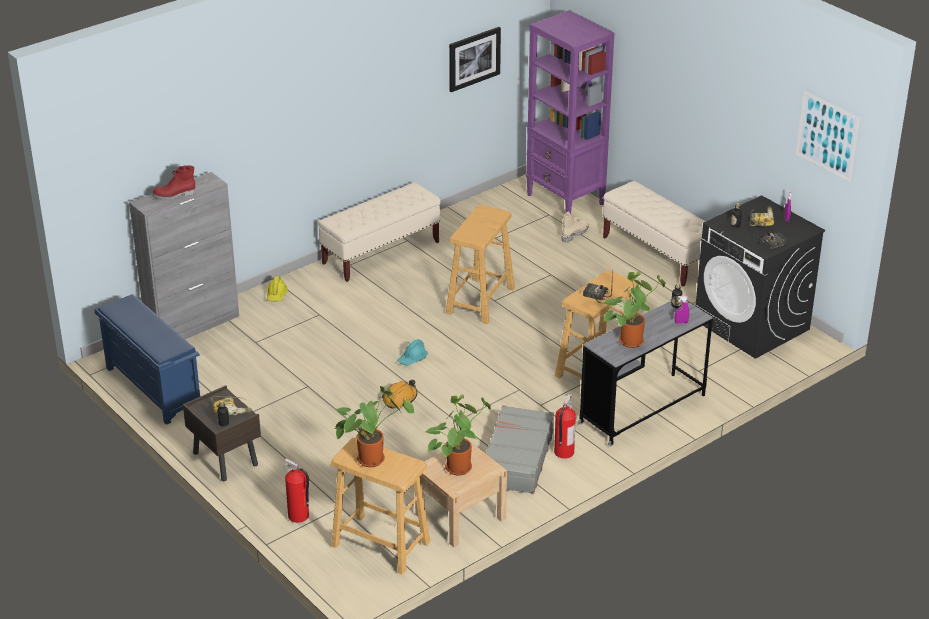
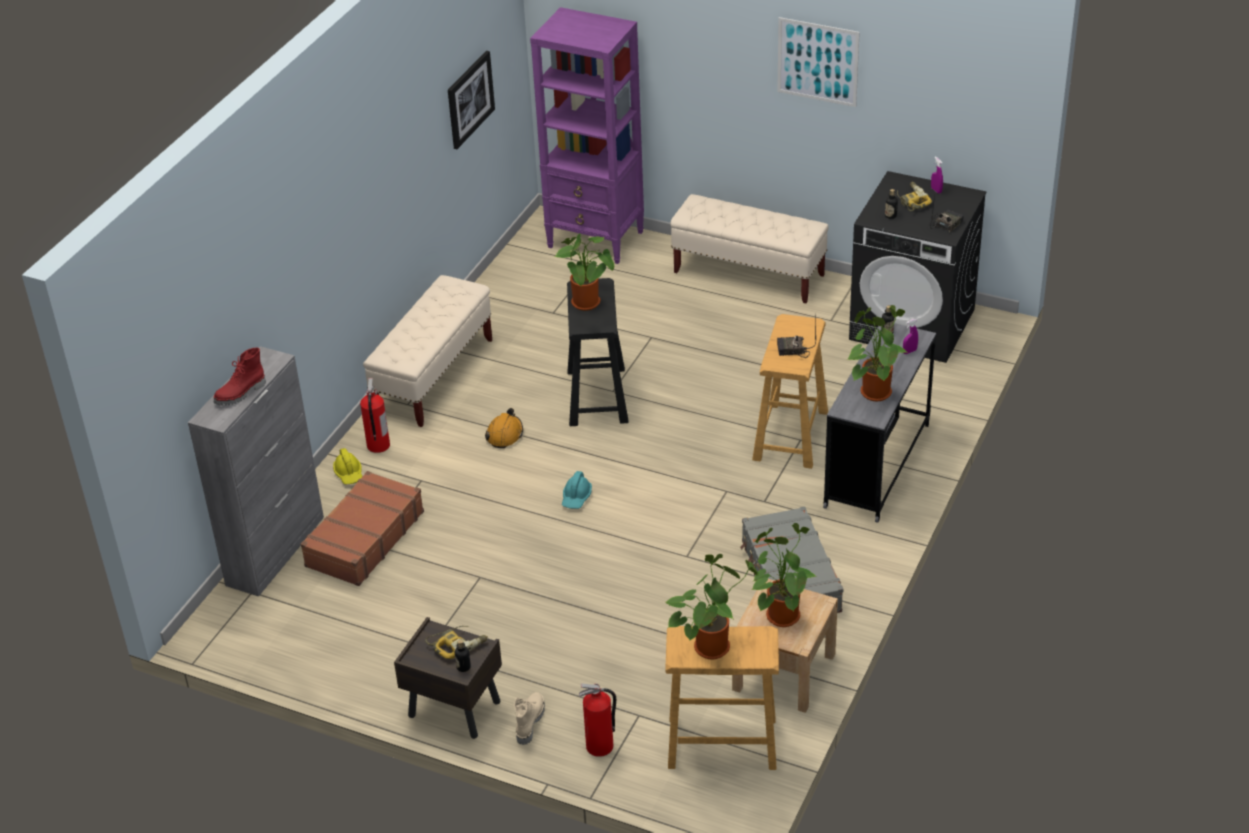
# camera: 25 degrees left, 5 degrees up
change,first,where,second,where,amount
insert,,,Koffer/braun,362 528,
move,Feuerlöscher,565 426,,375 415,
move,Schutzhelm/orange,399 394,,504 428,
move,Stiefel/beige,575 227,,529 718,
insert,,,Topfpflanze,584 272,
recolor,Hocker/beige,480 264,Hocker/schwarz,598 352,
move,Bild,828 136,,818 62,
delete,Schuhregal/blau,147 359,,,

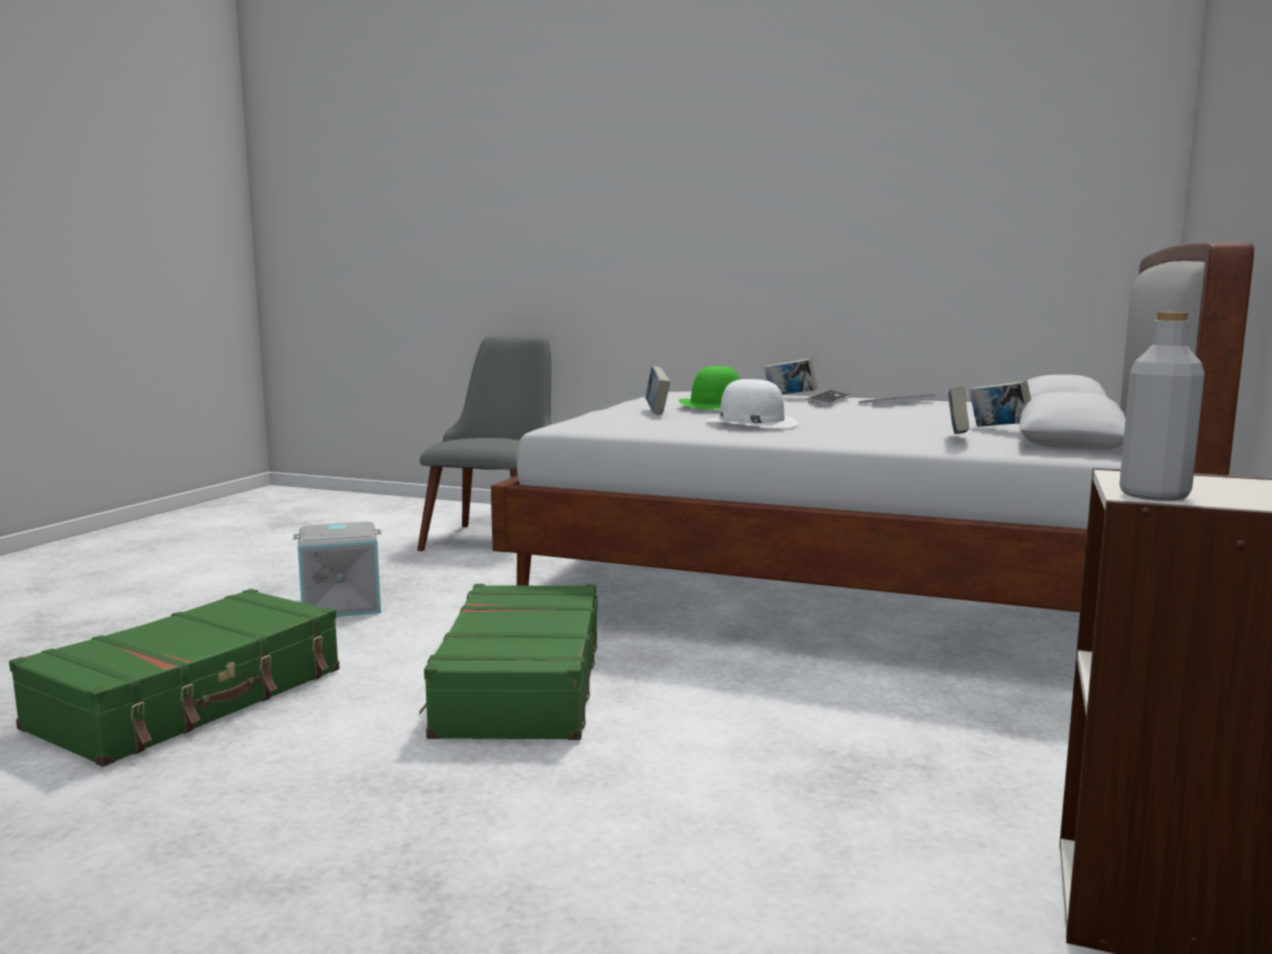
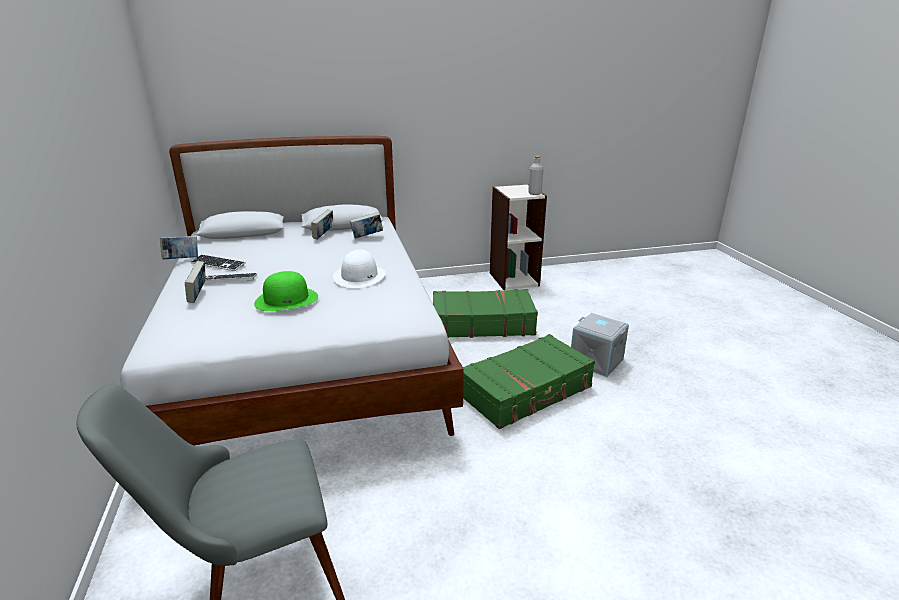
# camera: 125 degrees left, 15 degrees up
change,first,where,second,where,amount
move,Buch,657 390,,179 248,
move,Koffer/grün,174 678,,485 313,
move,Aufbewahrungsbox/grau,337 569,,600 345,

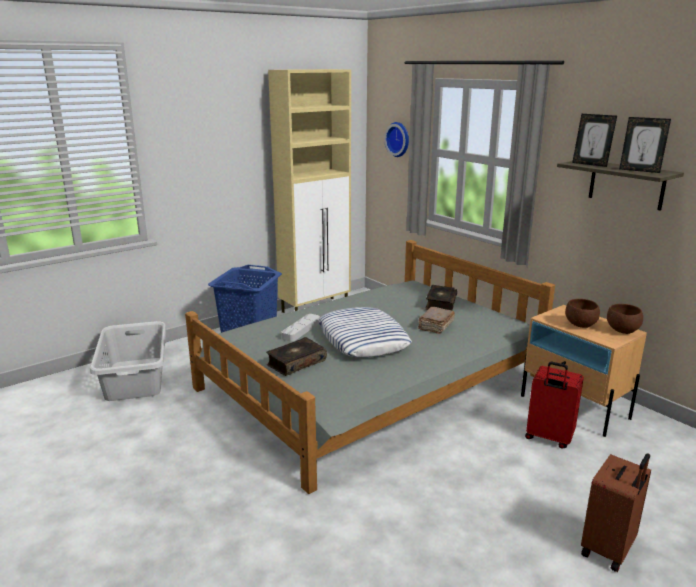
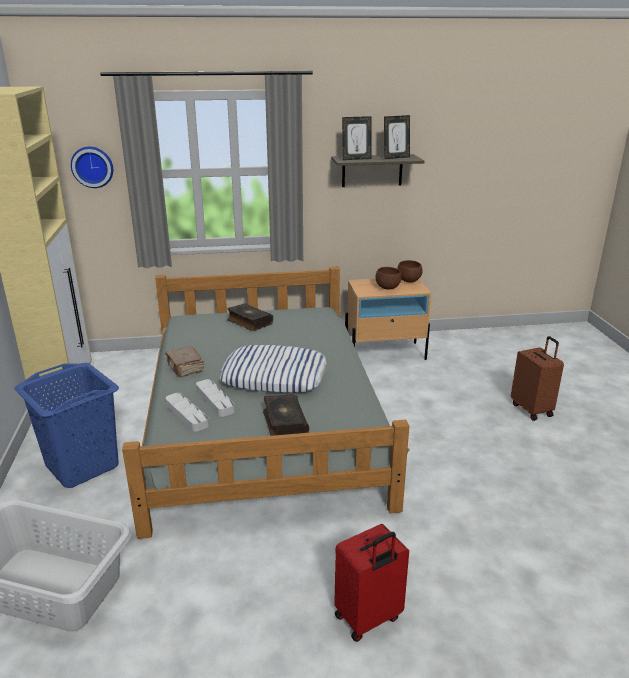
# camera: 60 degrees left, 5 degrees up
change,first,where,second,where,amount
move,Buch/braun,436 320,,185 361,
insert,,,Tablett/grau,187 412,
move,Koffer/rot,554 405,,371 583,

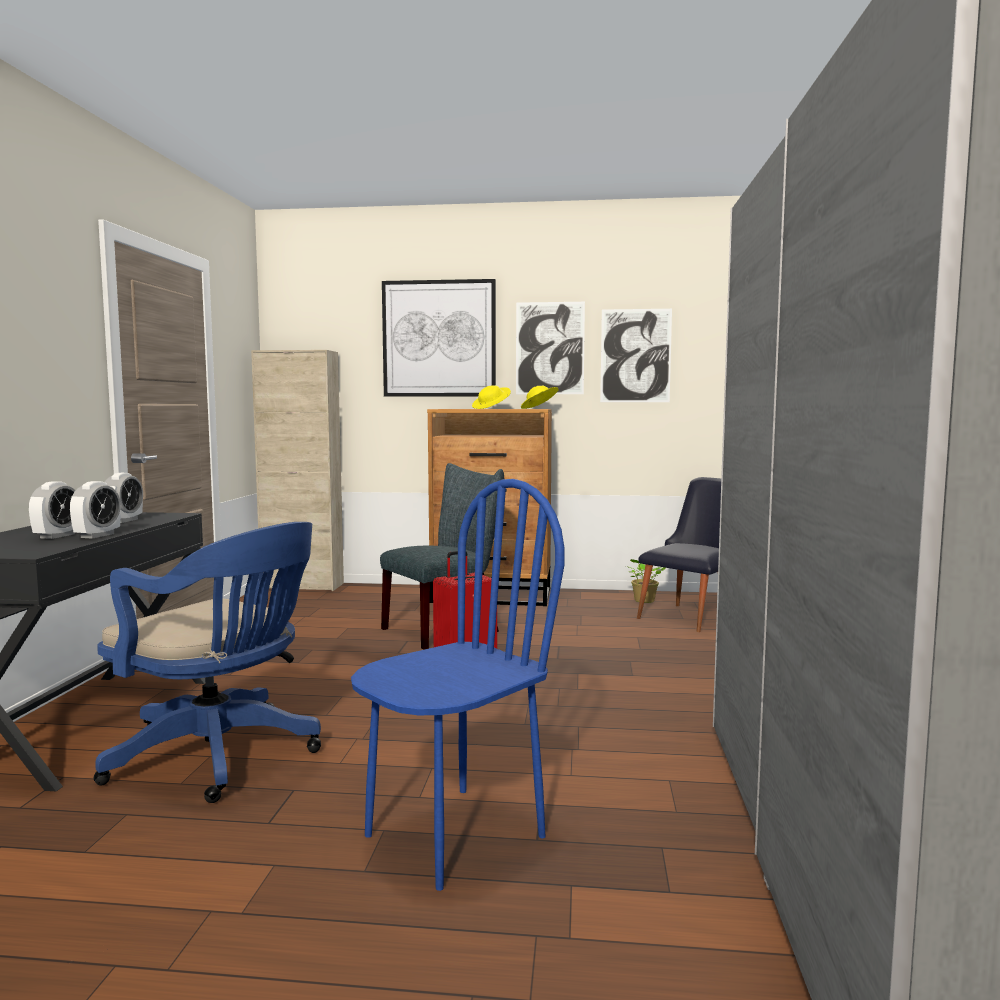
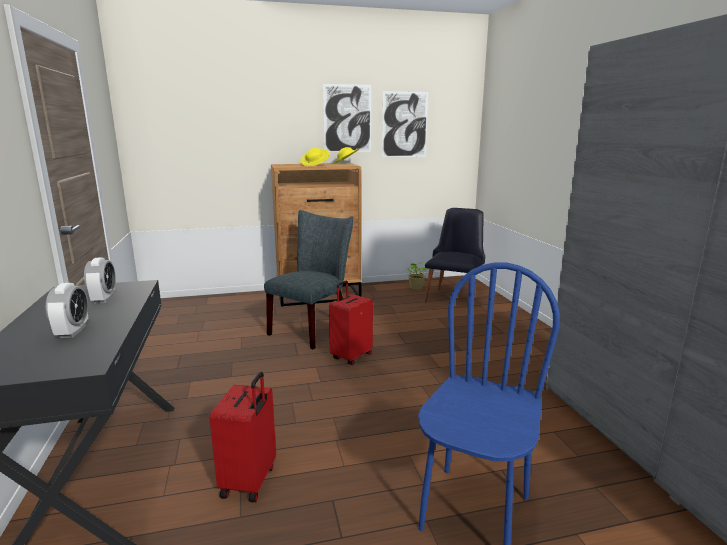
# camera: 20 degrees left, 10 degrees up
change,first,where,second,where,amount
replace,Bürostuhl/blau,207 662,Koffer/rot,243 437,
delete,Wecker,95 510,,,
delete,Schrank/beige,297 470,,,
delete,Bild,439 338,,,

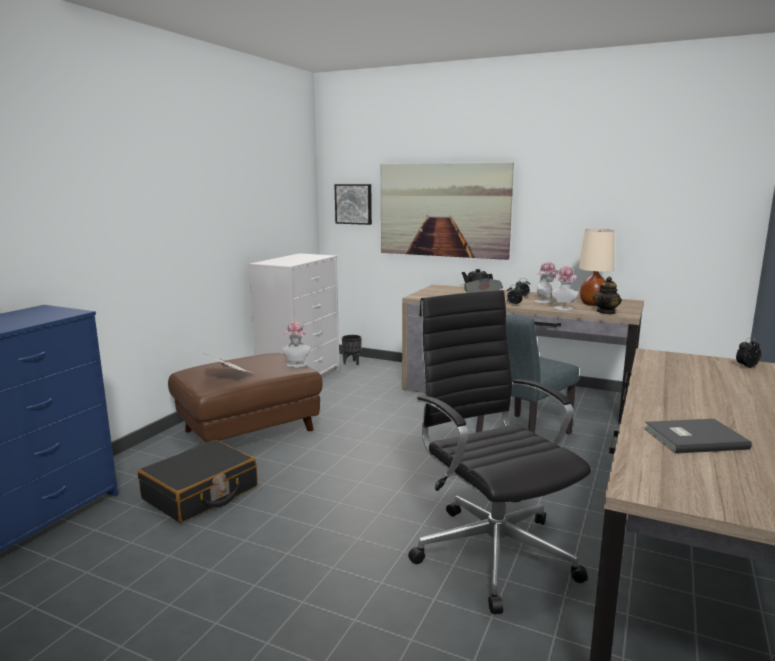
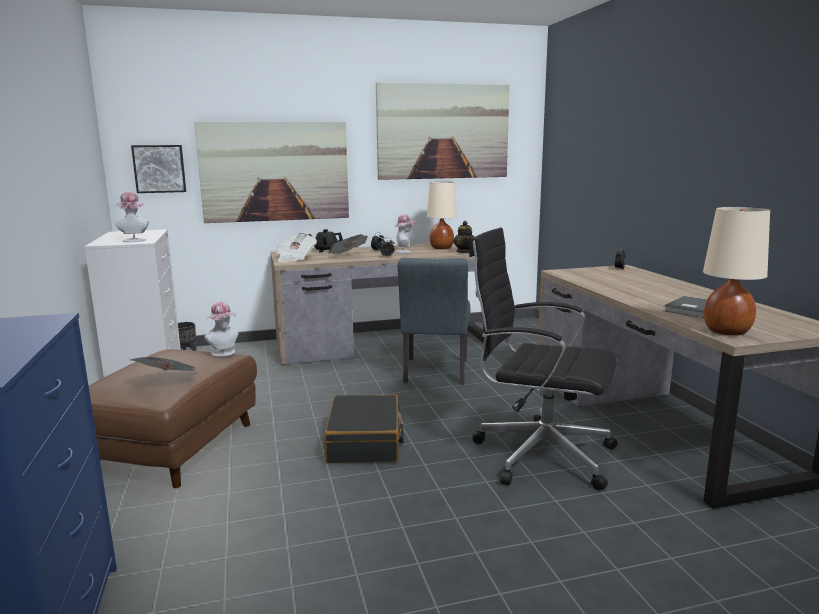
# camera: 40 degrees left, 0 degrees up
change,first,where,second,where,amount
move,Hut,565 288,,132 216,
insert,,,Zeitung,297 247,
move,Koffer/schwarz,198 481,,364 429,
insert,,,Bild,443 131,
insert,,,Tischlampe/beige,736 271,

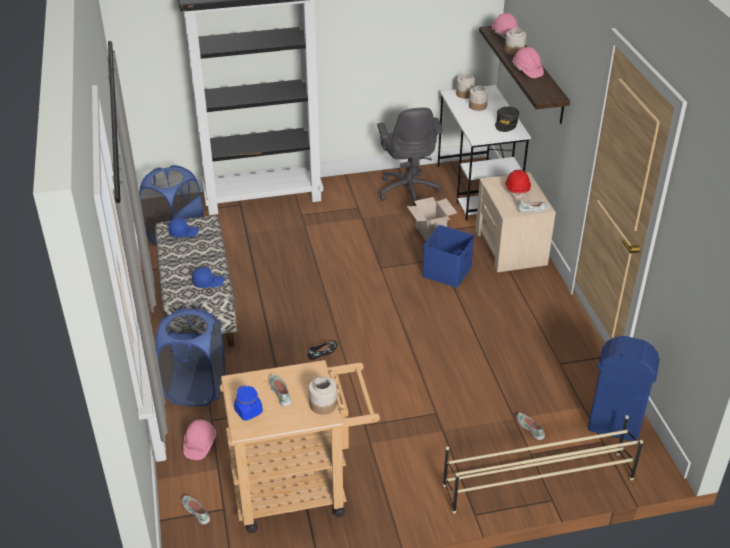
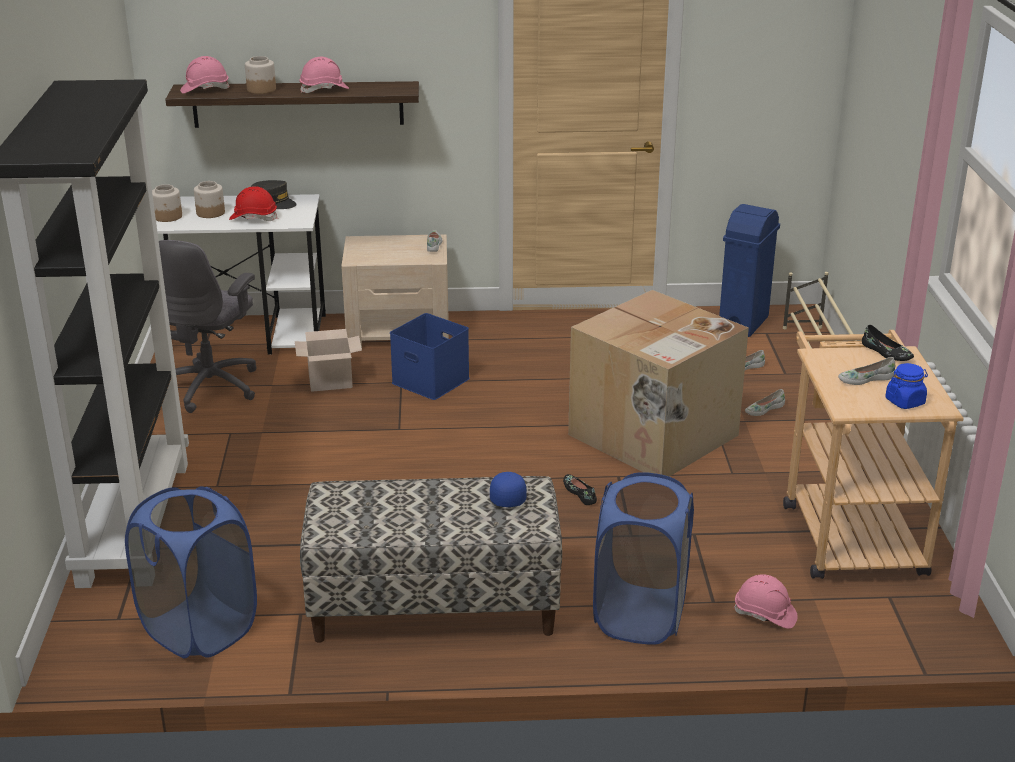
# camera: 80 degrees left, 10 degrees down
change,first,where,second,where,amount
rotate,Bürostuhl/grau,410 156,,208 326,105 degrees clockwise
move,Schutzhelm/rot,518 185,,253 203,
insert,,,Karton,658 383,
move,Schuh/weiß,196 510,,765 402,
replace,Vorratsglas,323 395,Schuh/schwarz,888 343,
delete,Kappe/blau,183 227,,,

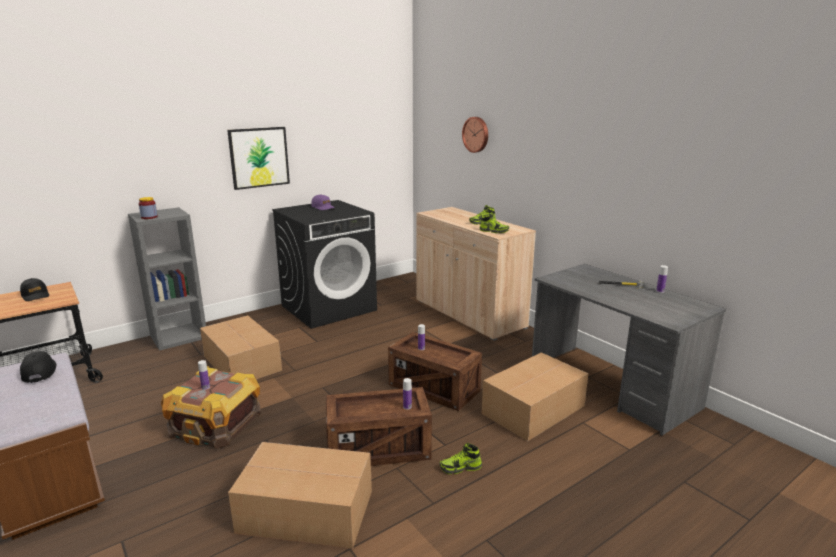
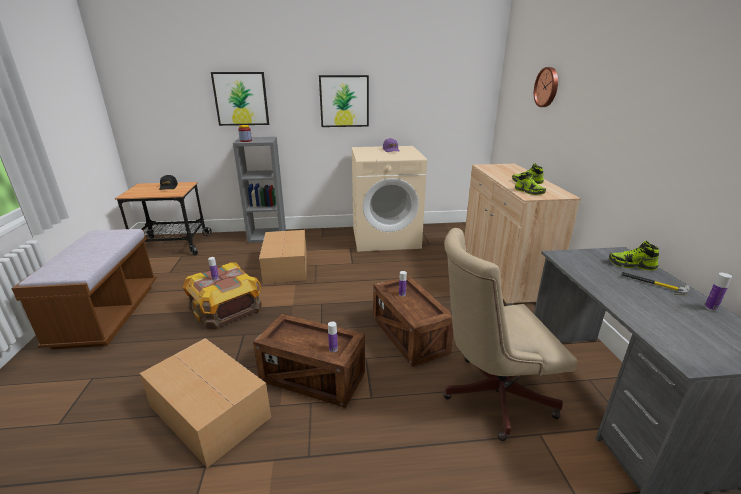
# camera: 30 degrees right, 5 degrees up
change,first,where,second,where,amount
insert,,,Bild,240 99,
recolor,Waschmaschine/schwarz,324 264,Waschmaschine/beige,389 199,
replace,Karton,535 396,Bürostuhl/beige,510 334,
move,Schuh,460 458,,634 256,
delete,Kappe/schwarz,38 367,,,

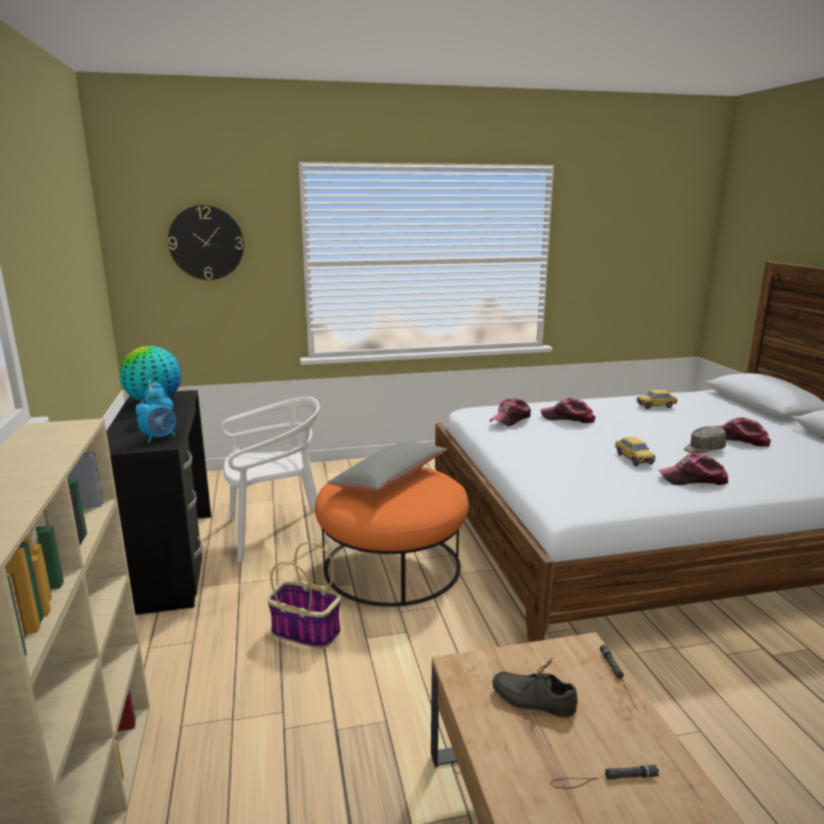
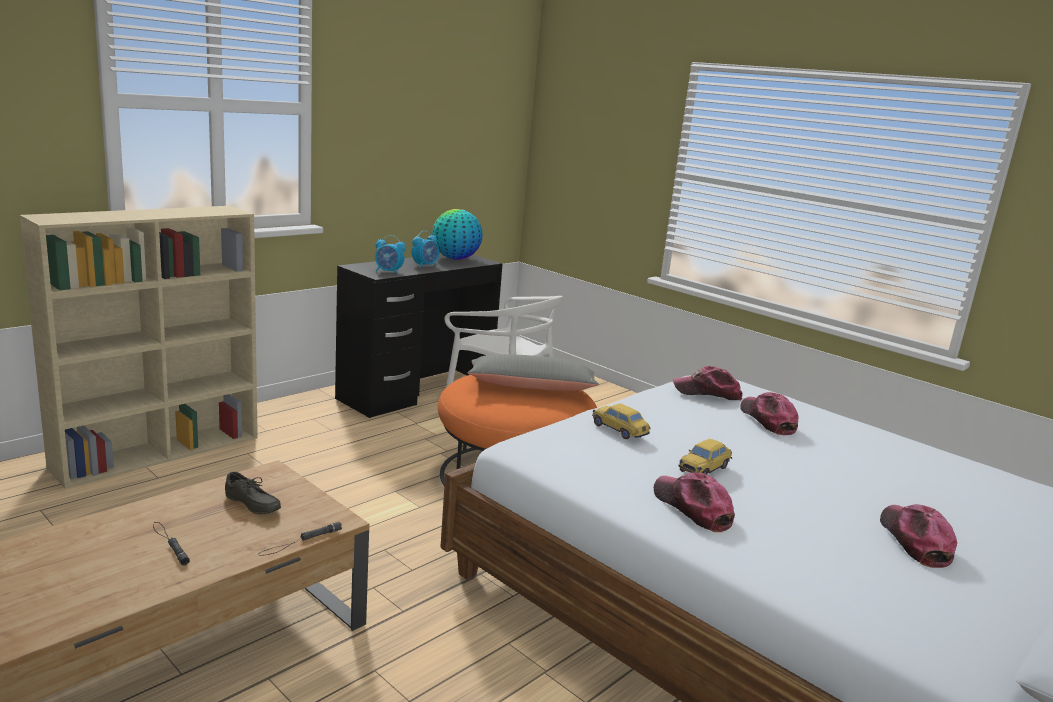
# camera: 55 degrees right, 0 degrees up
change,first,where,second,where,amount
rotate,Schuh/grau,535 687,,253 493,135 degrees clockwise
move,Spielzeugauto,657 399,,621 421,
delete,Wanduhr,206 242,,,
delete,Korb,304 595,,,
delete,Kappe/grau,705 440,,,

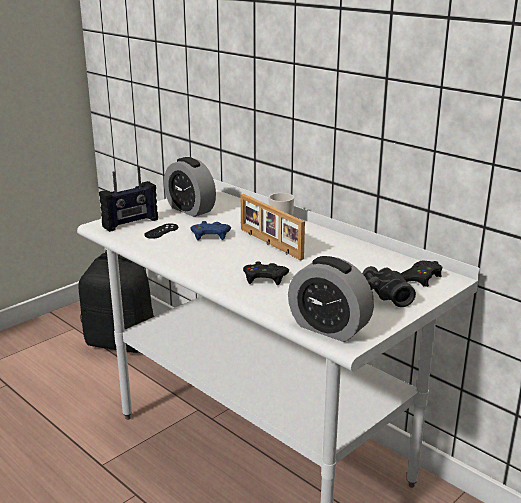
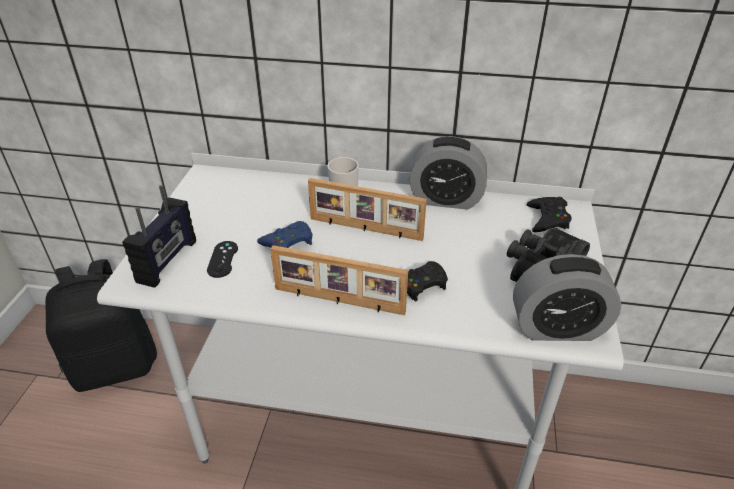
# camera: 35 degrees left, 15 degrees up
change,first,where,second,where,amount
insert,,,Bilderrahmen,339 280,
move,Wecker,190 187,,448 173,

